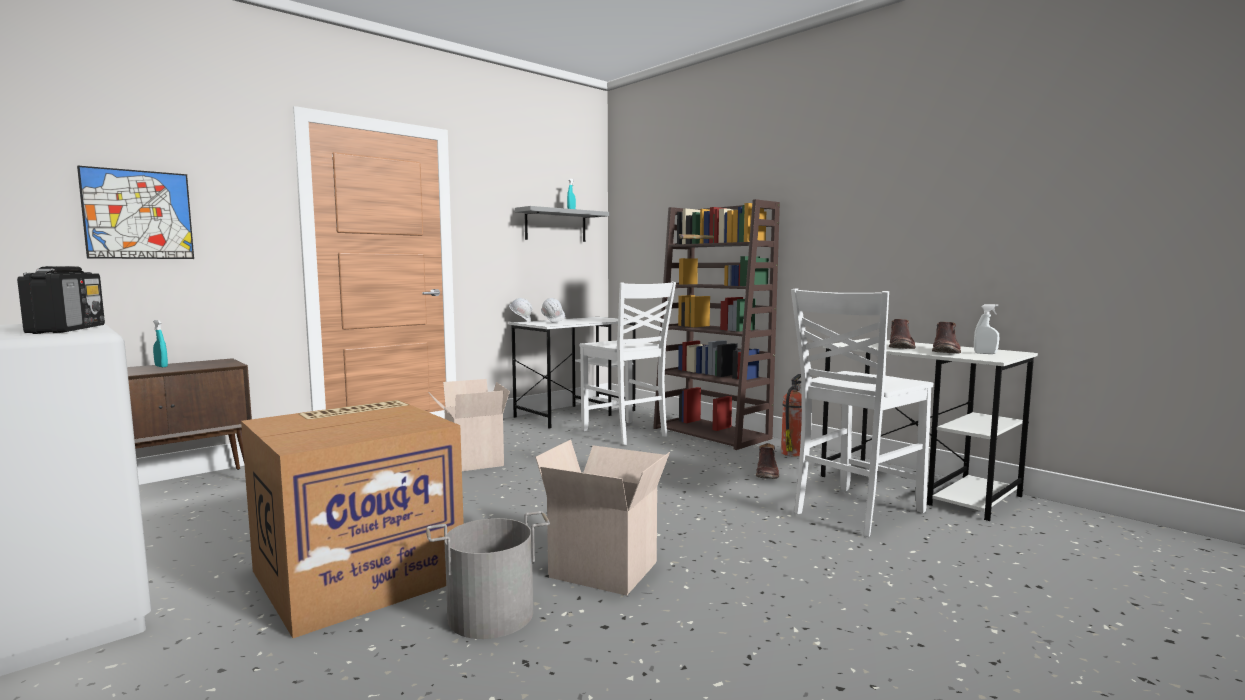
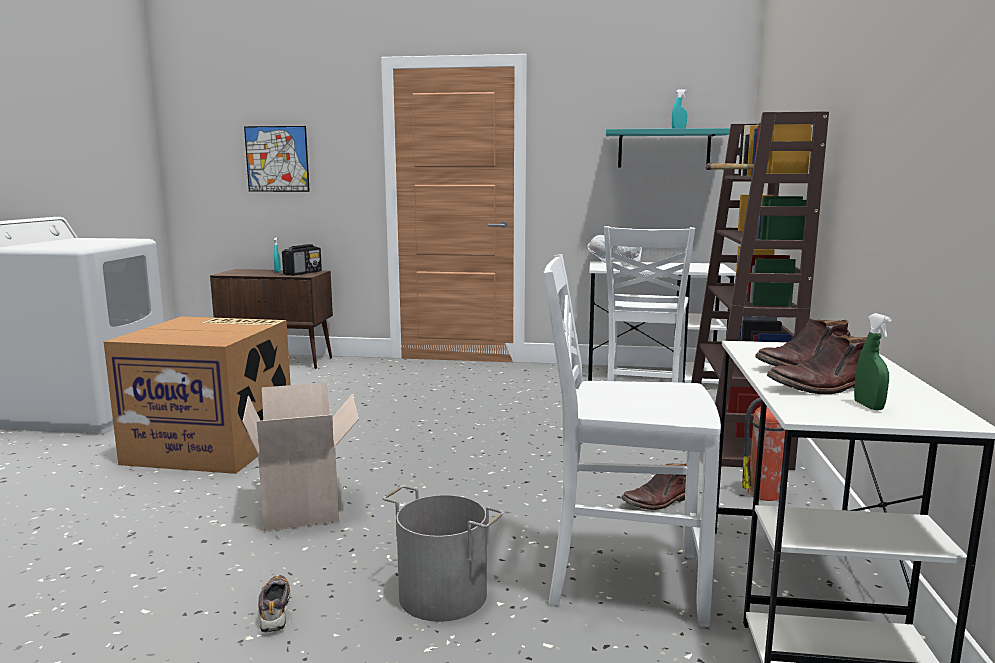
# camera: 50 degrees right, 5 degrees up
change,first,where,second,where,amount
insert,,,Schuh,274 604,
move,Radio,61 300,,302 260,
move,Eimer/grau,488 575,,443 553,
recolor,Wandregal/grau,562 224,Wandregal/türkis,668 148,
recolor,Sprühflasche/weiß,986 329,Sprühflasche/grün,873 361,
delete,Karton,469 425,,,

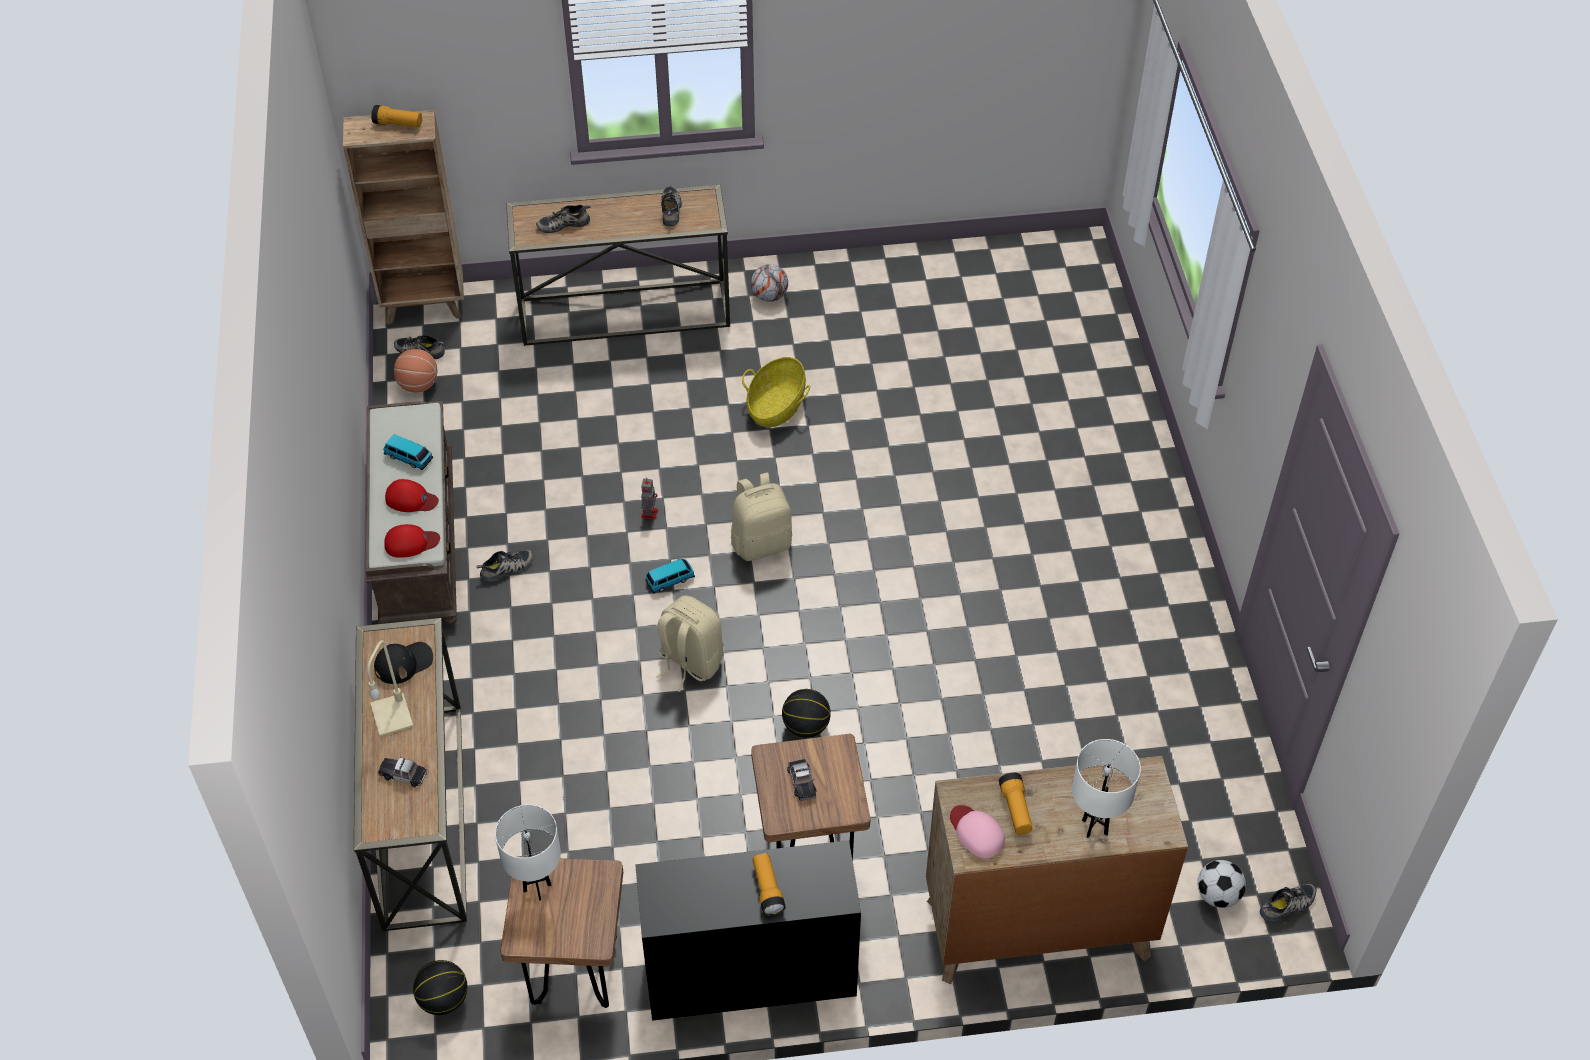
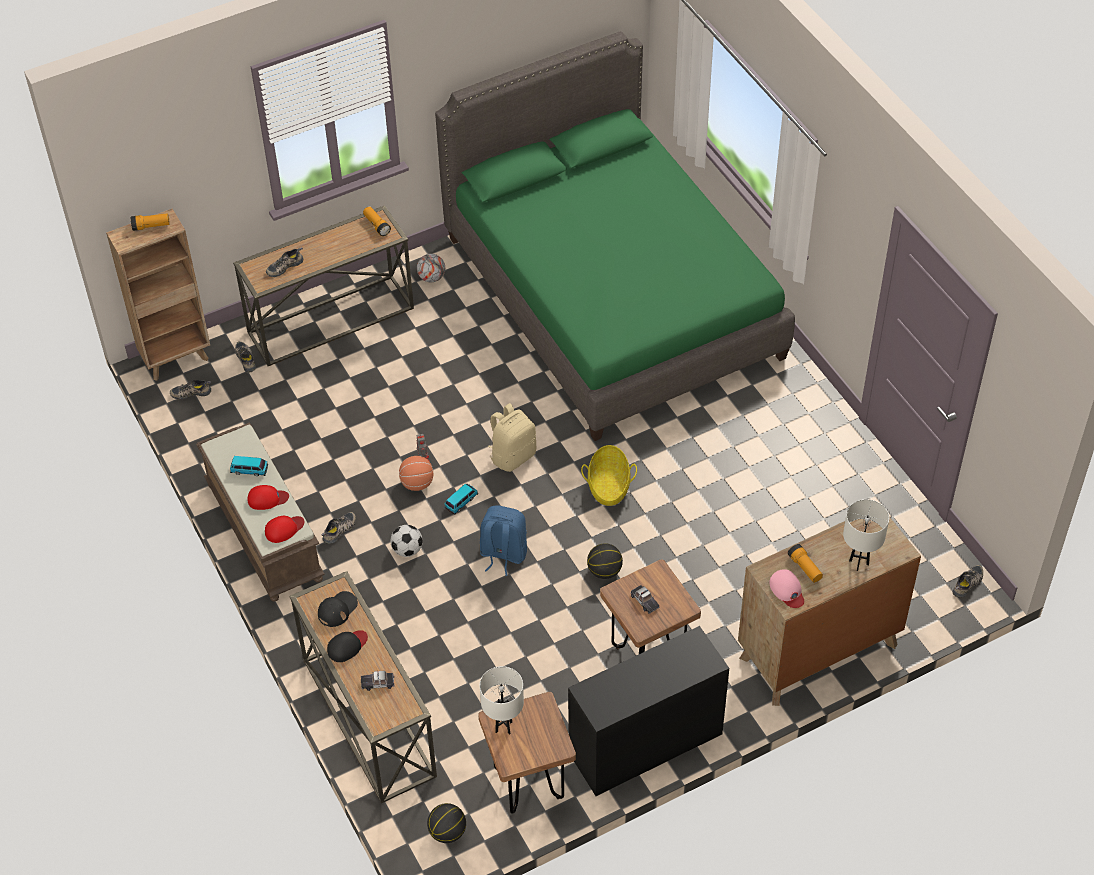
# camera: 20 degrees left, 0 degrees up
change,first,where,second,where,amount
move,Schuh,671 205,,245 357,
replace,Tischlampe/beige,390 688,Kappe/schwarz,347 646,
move,Taschenlampe,769 884,,377 221,
move,Fußball,1221 884,,406 541,
move,Basketball,415 371,,416 473,
insert,,,Bett/grün,615 236,
recolor,Rucksack/beige,689 643,Rucksack/blau,503 540,
move,Korb,776 392,,609 475,
rotate,Kappe/rosa,977 831,,786 588,150 degrees counterclockwise

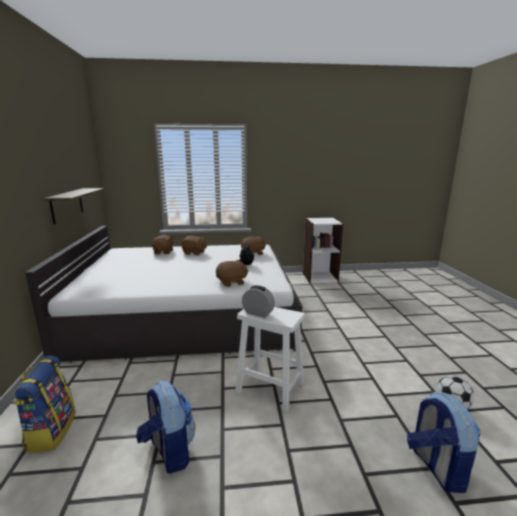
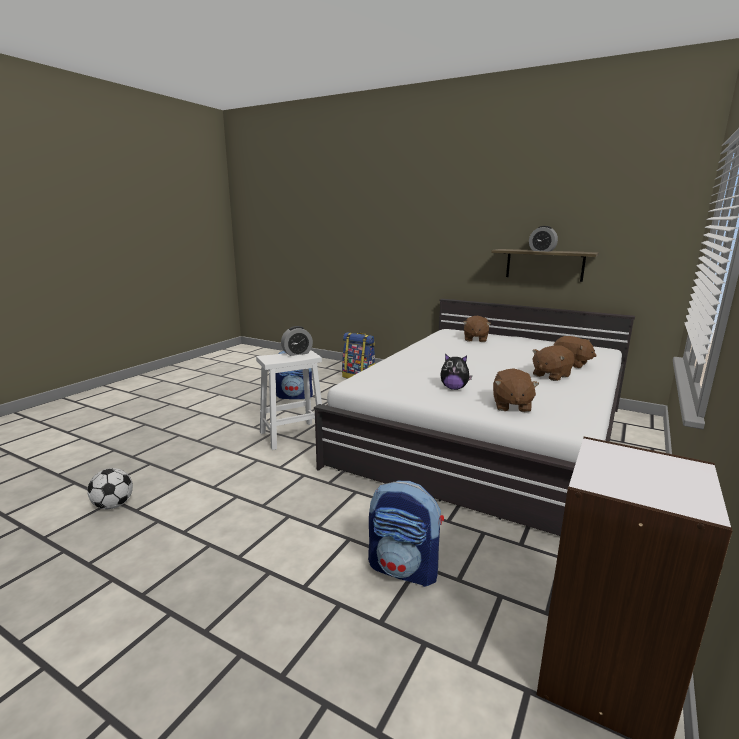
# camera: 125 degrees right, 0 degrees up
change,first,where,second,where,amount
move,Rucksack,444 442,,406 534,
move,Plüschtier/braun,232 273,,477 329,
insert,,,Wecker,543 239,

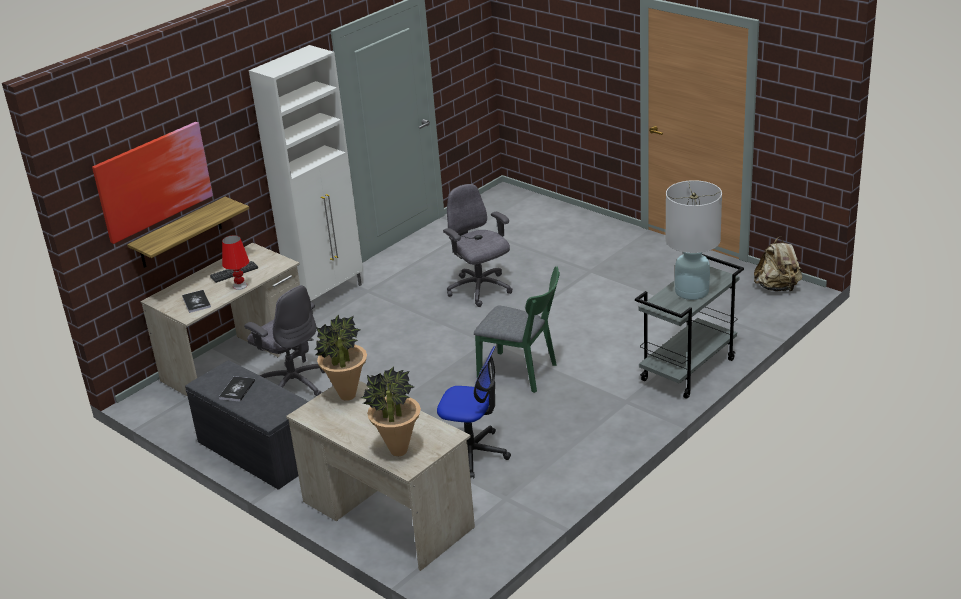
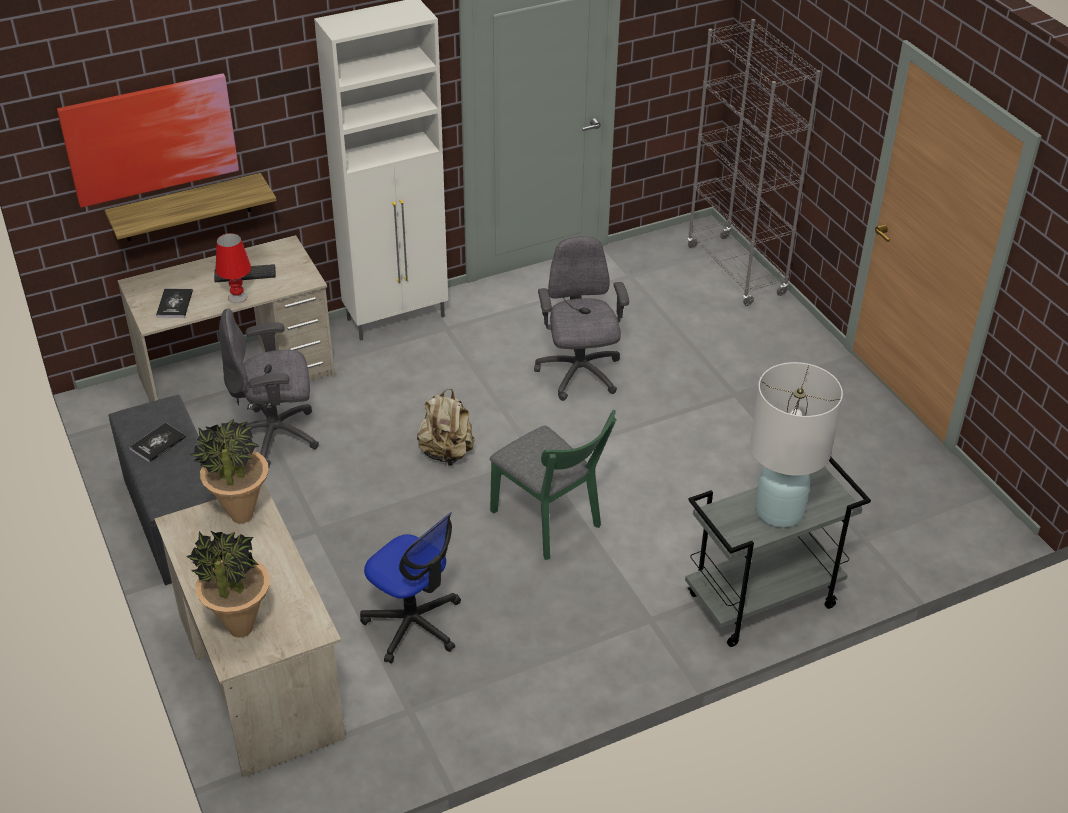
# camera: 20 degrees right, 10 degrees up
change,first,where,second,where,amount
rotate,Bürostuhl/grau,284 340,,269 388,105 degrees clockwise
move,Rucksack/beige,778 263,,446 427,
insert,,,Bücherregal/grau,754 162,

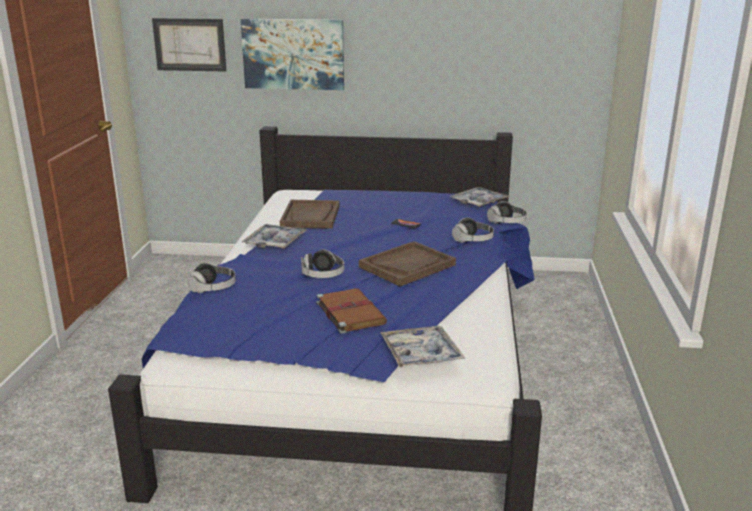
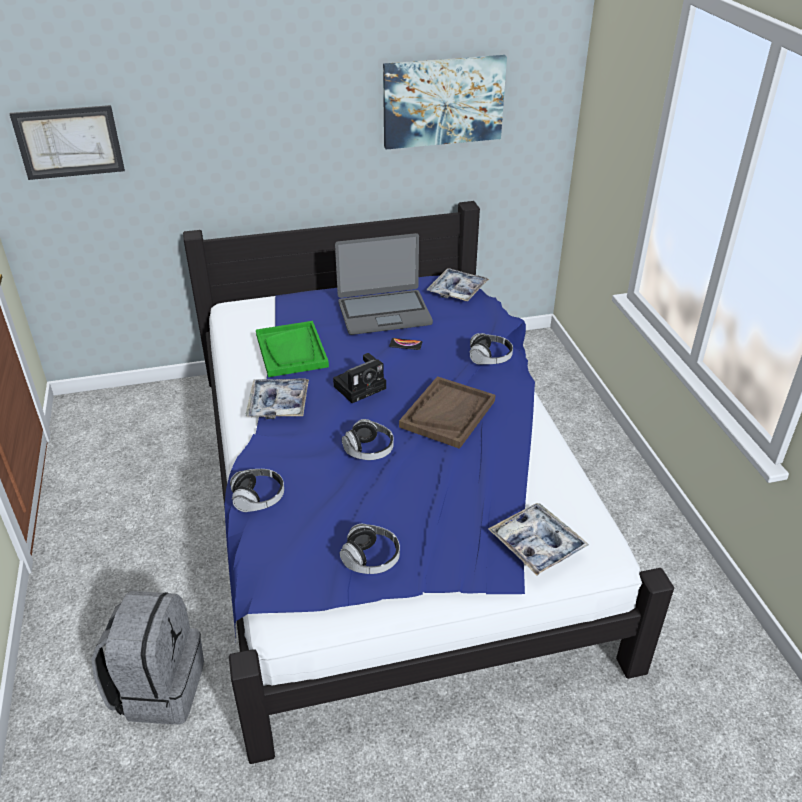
# camera: 20 degrees left, 15 degrees up
change,first,where,second,where,amount
insert,,,Rucksack/grau,147 658,
recolor,Tablett/braun,310 214,Tablett/grün,292 349,
insert,,,Kamera,359 378,
insert,,,Laptop,384 284,
move,Kopfhörer,507 212,,370 549,
move,Bild,292 54,,445 102,
delete,Buch/braun,351 311,,,

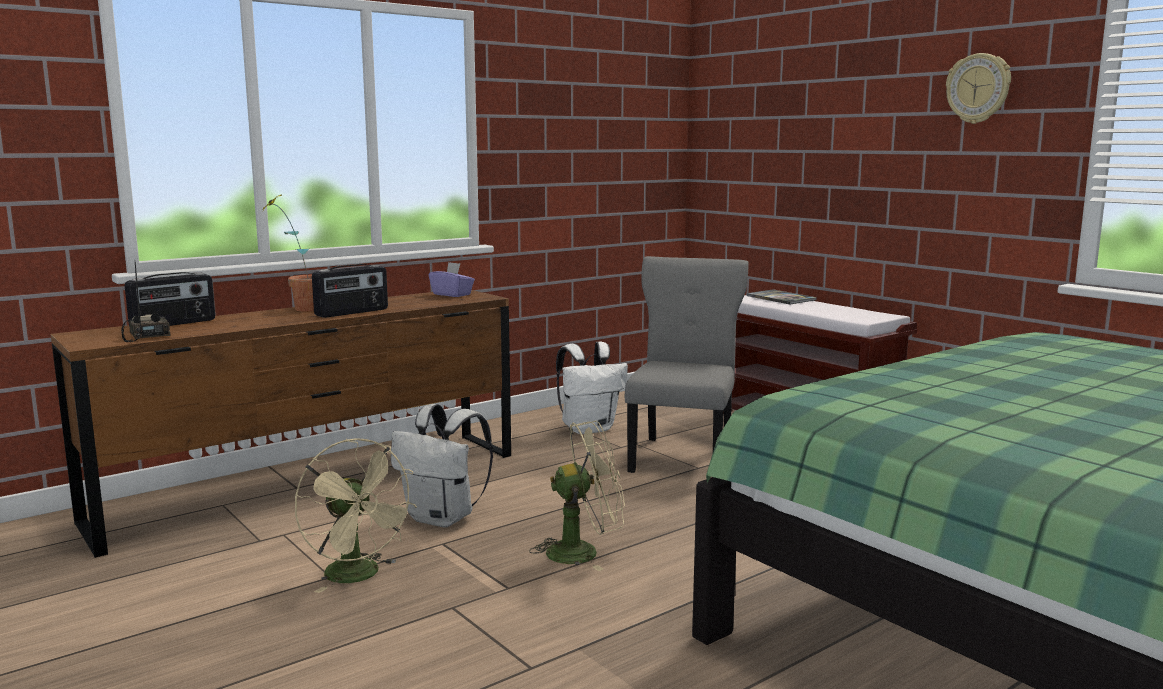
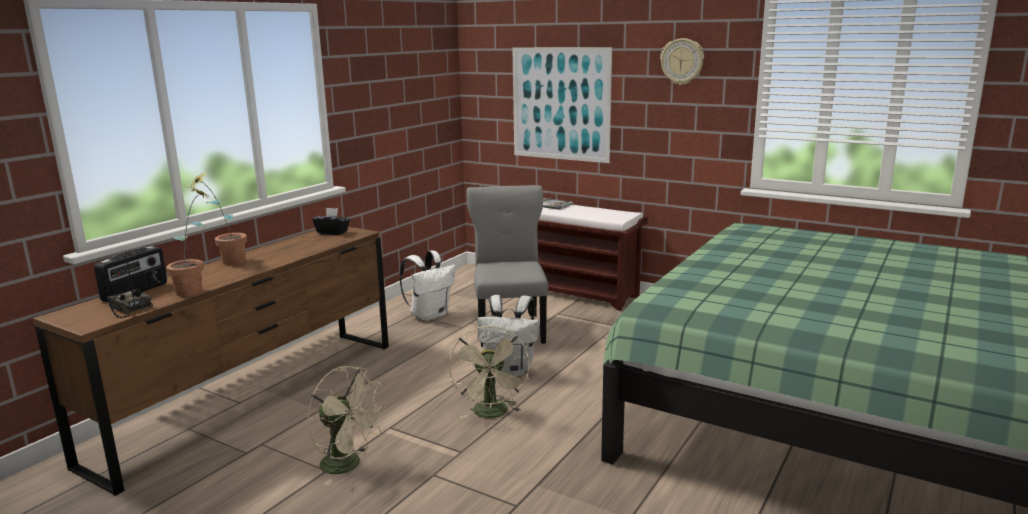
# camera: 20 degrees left, 5 degrees up
change,first,where,second,where,amount
insert,,,Topfpflanze,189 241,
recolor,Taschentuchbox/lila,452 279,Taschentuchbox/schwarz,331 221,
rotate,Ventilator/beige,577 496,,489 372,120 degrees clockwise
move,Rucksack/weiß,442 466,,508 335,
insert,,,Bild,562 105,
delete,Radio,350 291,,,

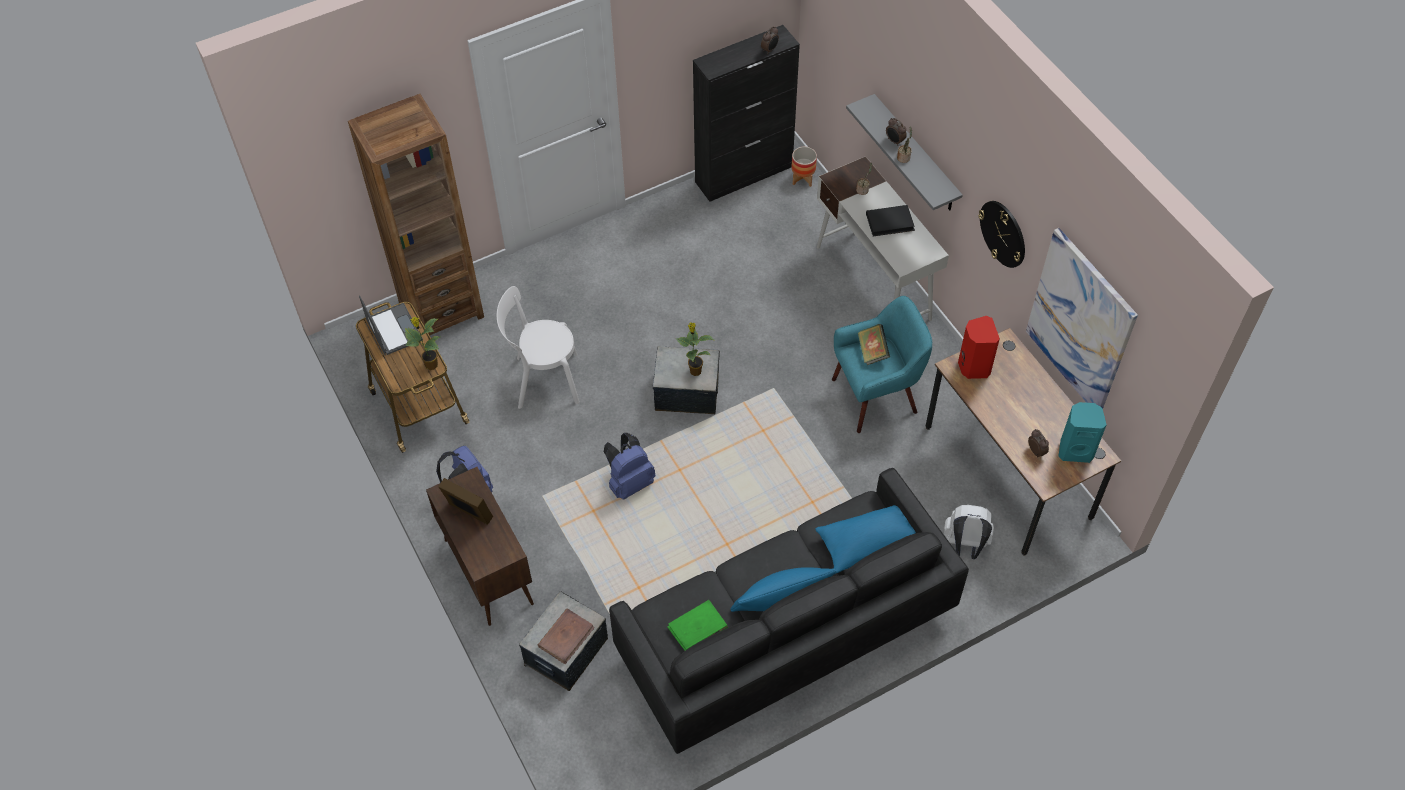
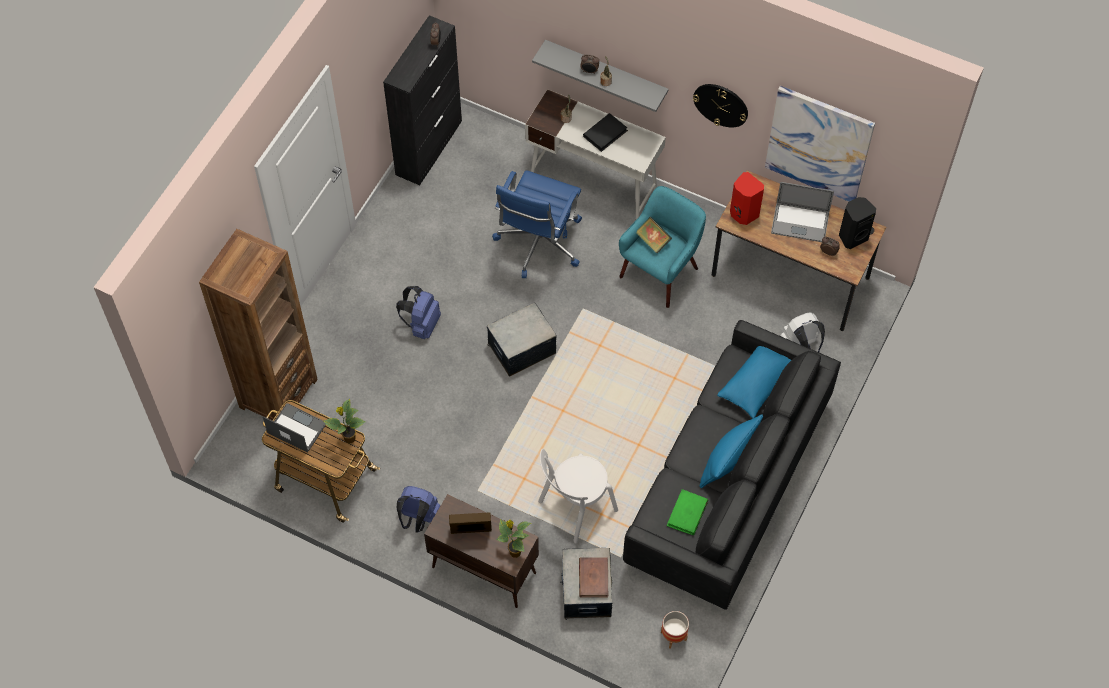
# camera: 35 degrees left, 5 degrees up
change,first,where,second,where,amount
move,Rucksack/blau,630 466,,418 312,
insert,,,Bürostuhl/blau,537 224,
move,Topfpflanze,695 349,,513 538,
move,Stuhl/weiß,538 347,,578 496,
move,Pflanzkübel,804 167,,675 630,
insert,,,Laptop,802 212,
recolor,Lautsprecher/türkis,1082 432,Lautsprecher/schwarz,857 223,

